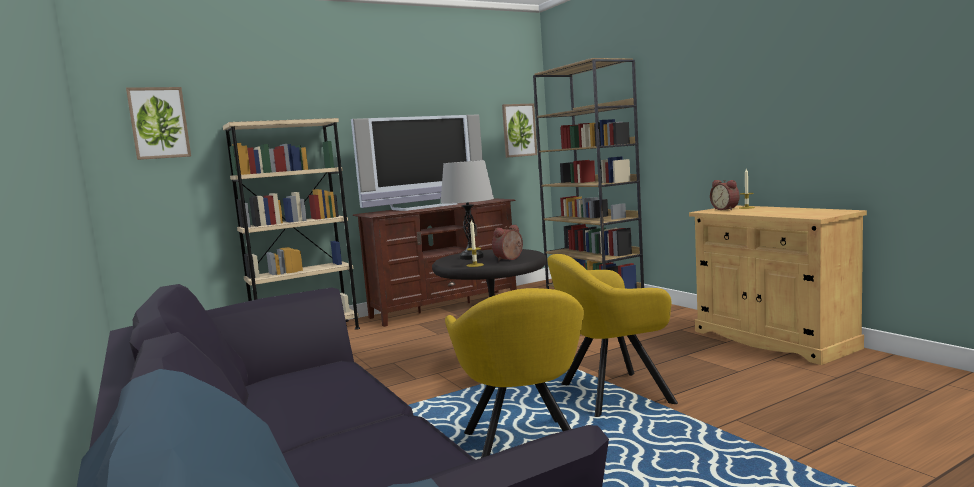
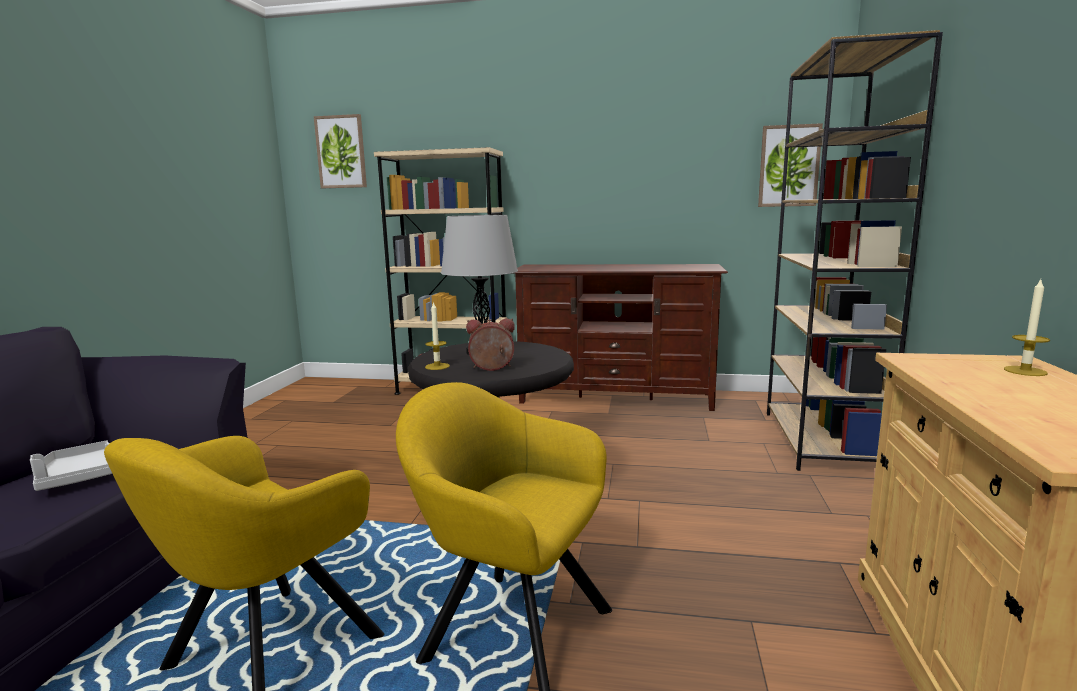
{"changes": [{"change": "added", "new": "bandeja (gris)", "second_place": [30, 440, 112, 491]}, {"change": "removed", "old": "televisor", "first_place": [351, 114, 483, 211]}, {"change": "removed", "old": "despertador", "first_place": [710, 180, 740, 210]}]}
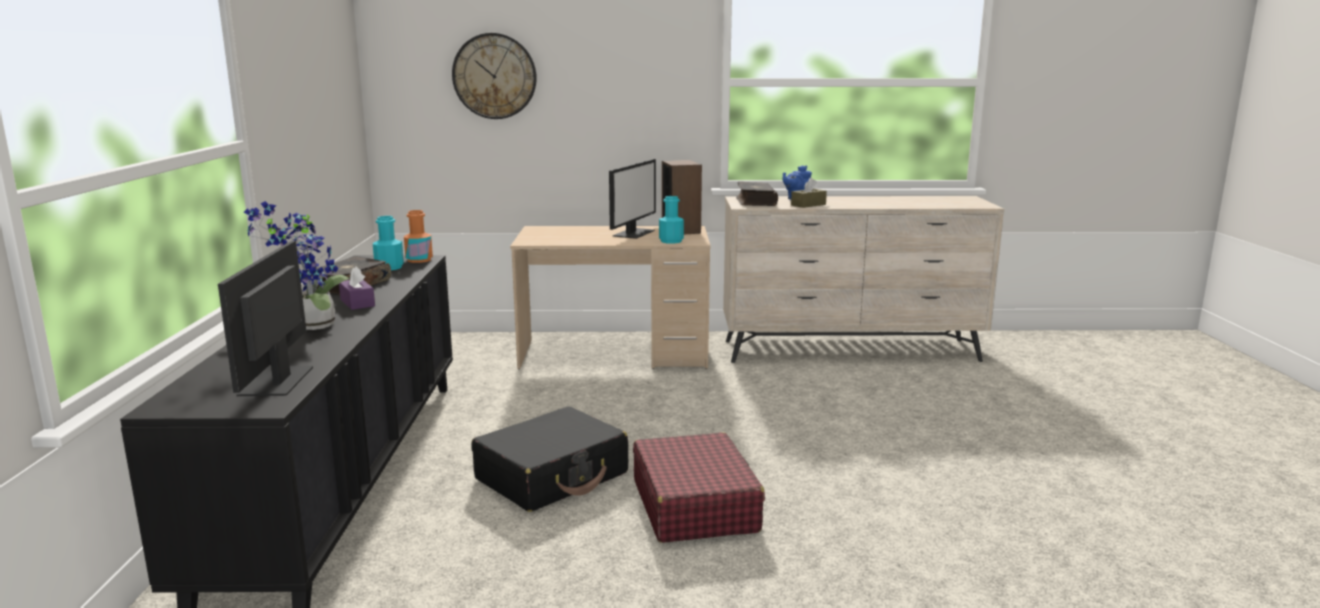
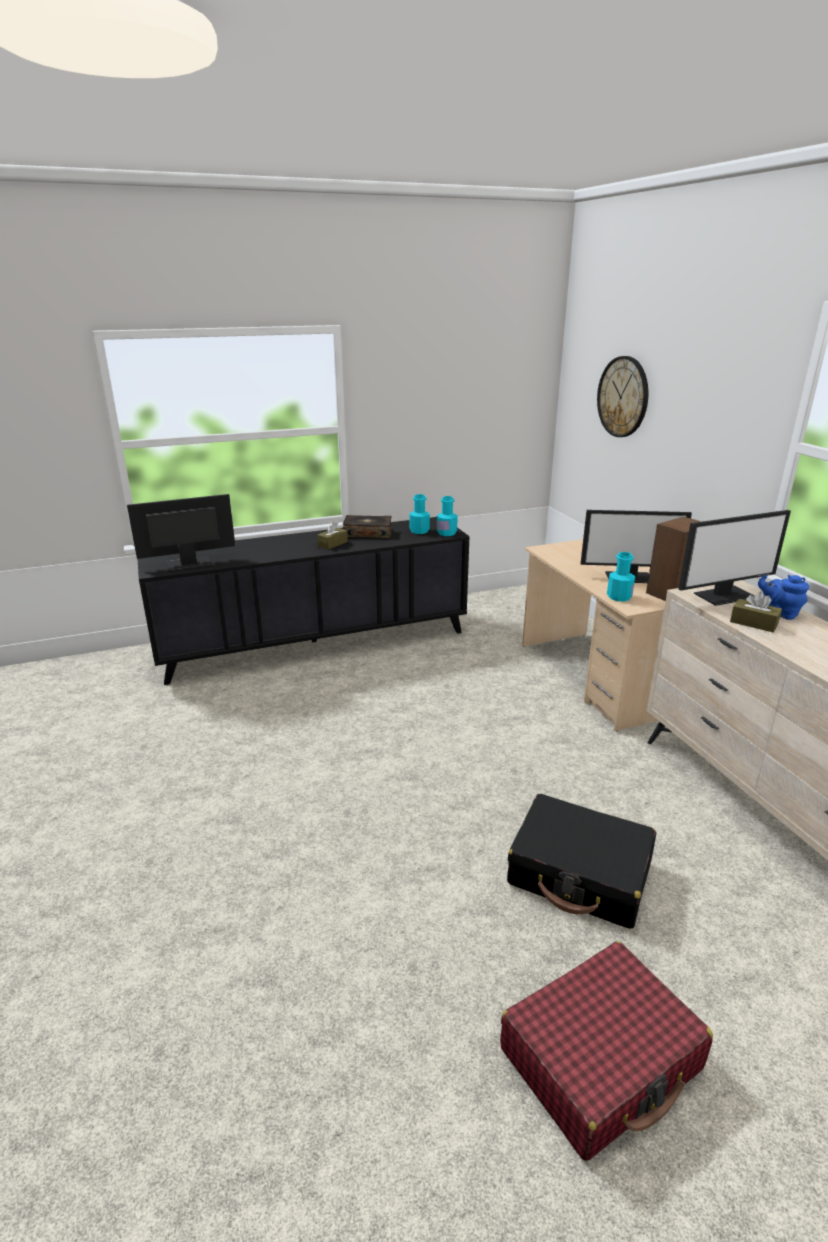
{"changes": [{"change": "recoloured", "old": "caja de pañuelos (morado)", "new": "caja de pañuelos (marrón)", "first_place": [339, 267, 375, 310], "second_place": [317, 521, 348, 550]}, {"change": "recoloured", "old": "botella (naranja)", "new": "botella (turquesa)", "first_place": [404, 210, 433, 263], "second_place": [437, 496, 458, 536]}, {"change": "moved", "old": "maleta (rojo)", "first_place": [633, 432, 765, 543], "second_place": [500, 941, 713, 1161]}, {"change": "moved", "old": "maleta (negro)", "first_place": [472, 407, 628, 512], "second_place": [507, 794, 656, 929]}, {"change": "replaced", "old": "libro", "new": "monitor", "first_place": [736, 181, 778, 206], "second_place": [679, 510, 791, 606]}, {"change": "removed", "old": "planta en maceta", "first_place": [244, 201, 349, 330]}]}
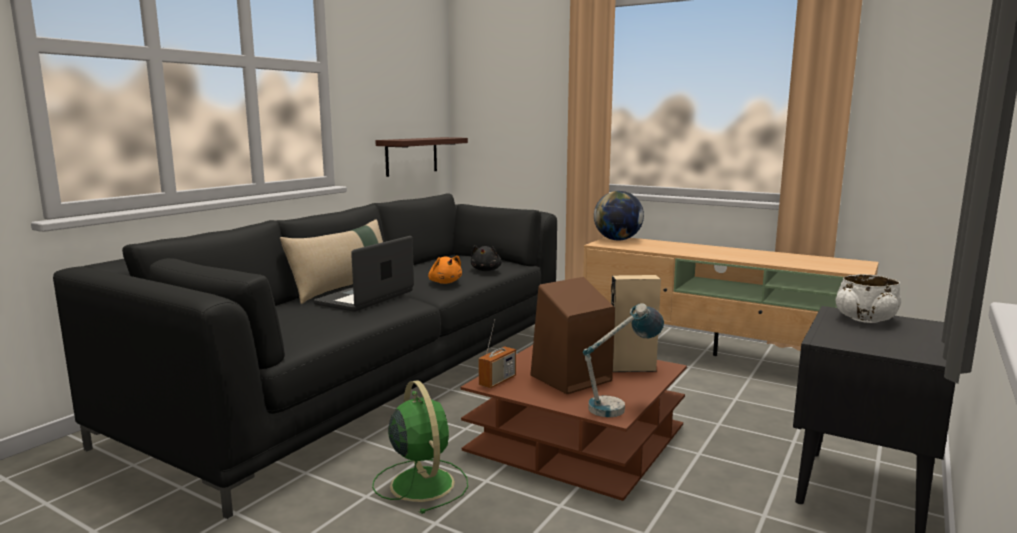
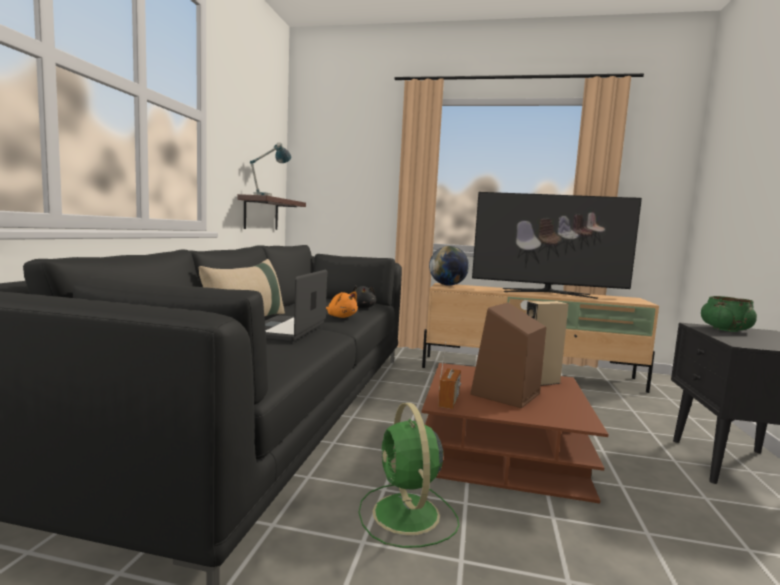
{"changes": [{"change": "moved", "old": "lámpara de mesa", "first_place": [583, 303, 664, 417], "second_place": [250, 142, 291, 196]}, {"change": "turned", "old": "ventilador (verde)", "first_place": [372, 380, 468, 514], "second_place": [359, 403, 459, 548], "degrees": -150}, {"change": "added", "new": "televisor", "second_place": [472, 192, 642, 299]}, {"change": "recoloured", "old": "cuenco (blanco)", "new": "cuenco (verde)", "first_place": [836, 274, 901, 323], "second_place": [701, 296, 757, 332]}]}
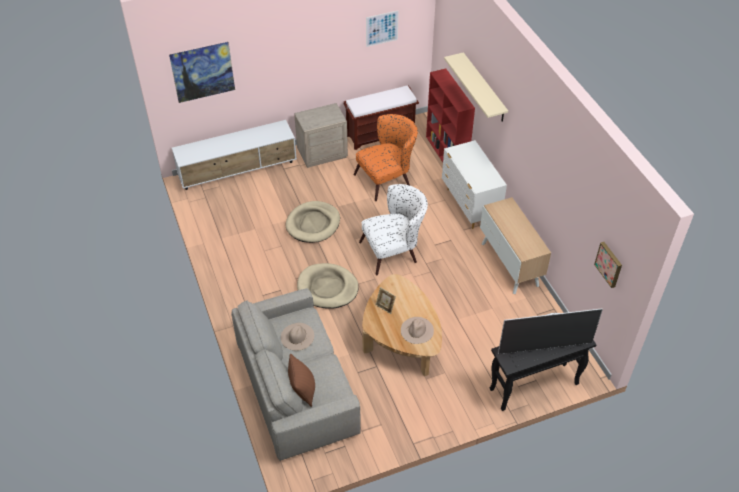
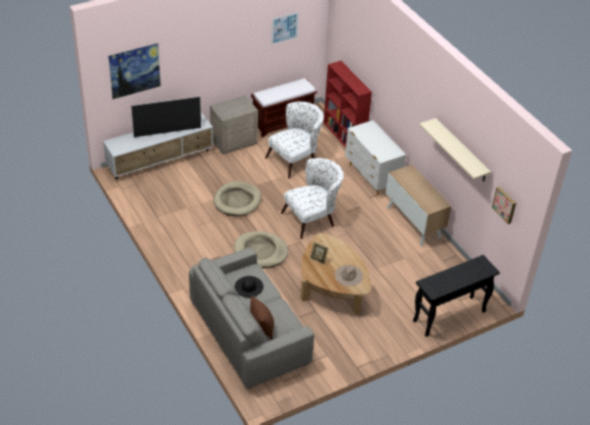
{"changes": [{"change": "moved", "old": "televisor", "first_place": [498, 308, 603, 354], "second_place": [131, 96, 201, 137]}, {"change": "recoloured", "old": "sombrero (beis)", "new": "sombrero (negro)", "first_place": [281, 323, 314, 351], "second_place": [235, 276, 264, 298]}, {"change": "recoloured", "old": "sillón (naranja)", "new": "sillón (blanco)", "first_place": [354, 114, 418, 201], "second_place": [265, 102, 324, 179]}, {"change": "moved", "old": "estante (beis)", "first_place": [444, 52, 508, 122], "second_place": [419, 118, 491, 182]}]}
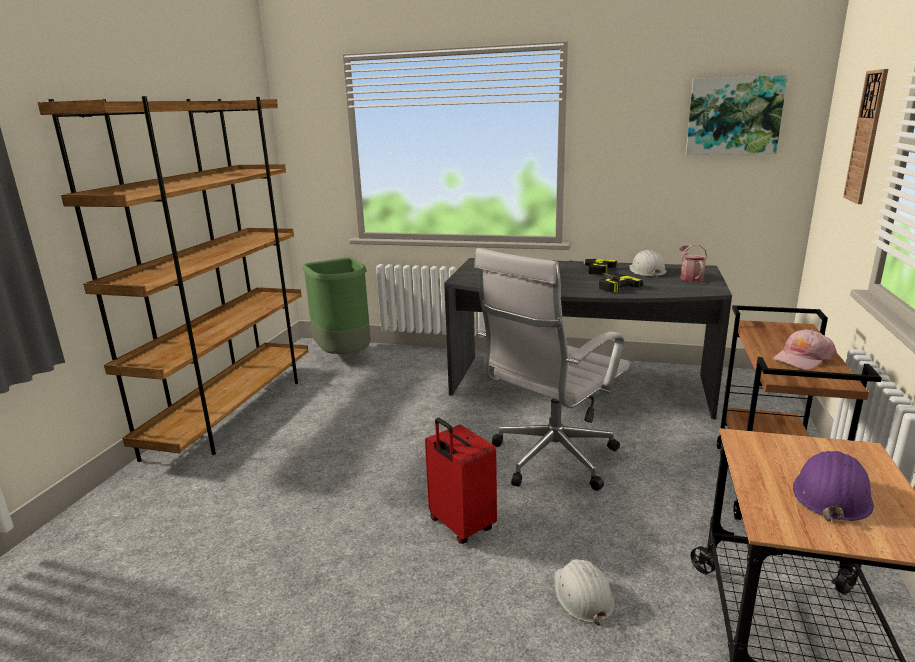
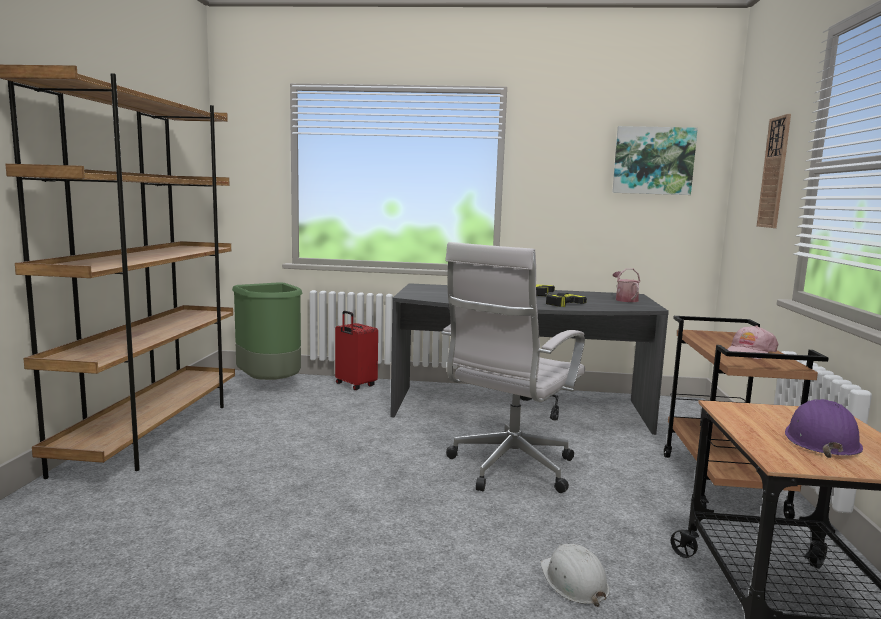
{"changes": [{"change": "moved", "old": "maleta (rojo)", "first_place": [425, 418, 497, 544], "second_place": [335, 311, 378, 390]}, {"change": "removed", "old": "casco (blanco)", "first_place": [629, 250, 667, 278]}]}
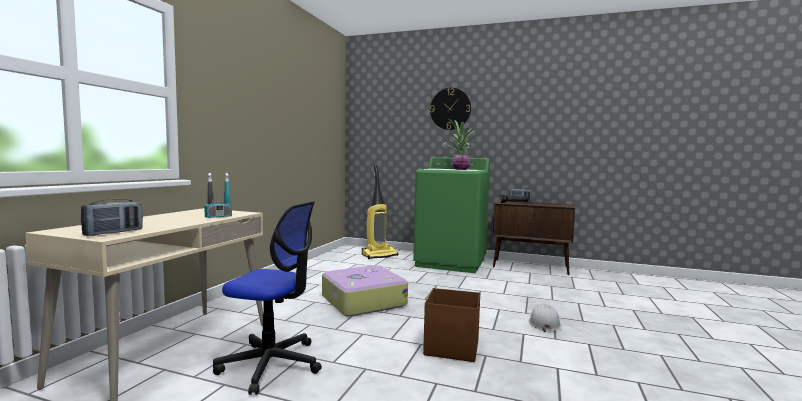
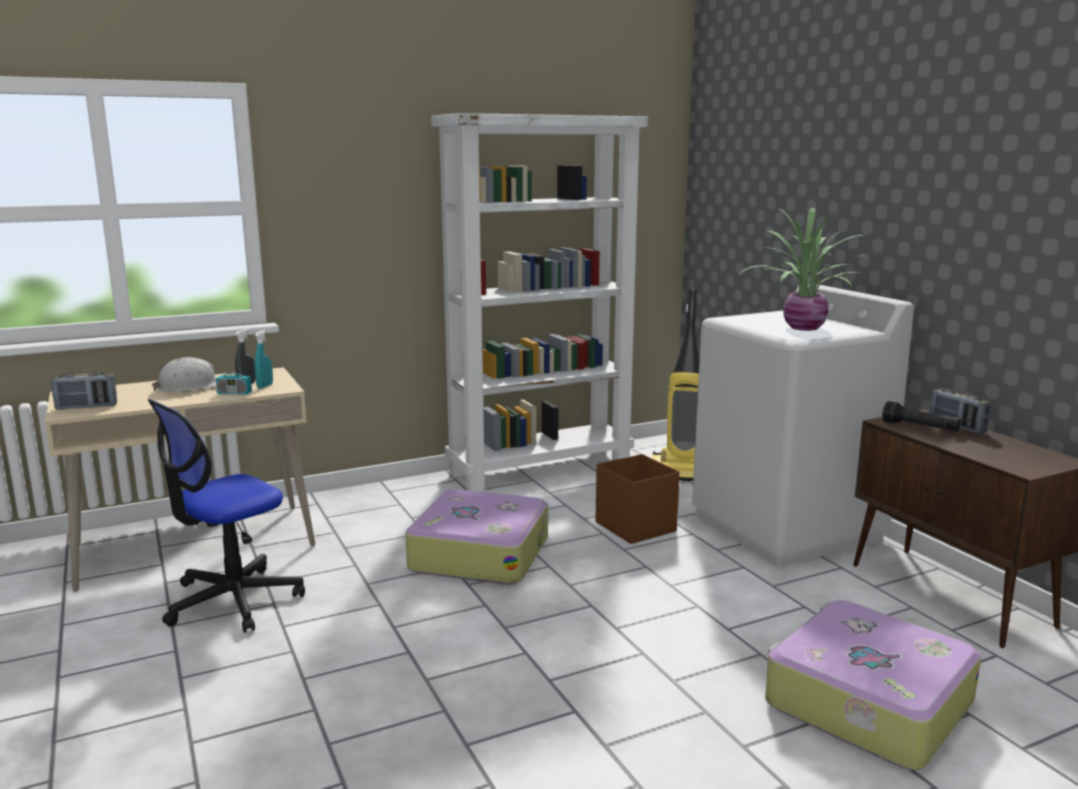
{"changes": [{"change": "turned", "old": "silla de oficina", "first_place": [213, 201, 322, 395], "second_place": [147, 399, 305, 633], "degrees": 75}, {"change": "moved", "old": "casco (blanco)", "first_place": [529, 304, 561, 332], "second_place": [151, 357, 216, 392]}, {"change": "added", "new": "estantería (blanco)", "second_place": [431, 113, 648, 492]}, {"change": "moved", "old": "caja de almacenaje (marrón)", "first_place": [423, 288, 480, 362], "second_place": [595, 454, 680, 544]}, {"change": "recoloured", "old": "lavadora (verde)", "new": "lavadora (blanco)", "first_place": [413, 157, 490, 273], "second_place": [692, 283, 914, 567]}, {"change": "added", "new": "maleta", "second_place": [765, 600, 981, 770]}, {"change": "removed", "old": "reloj de pared", "first_place": [430, 88, 471, 130]}]}
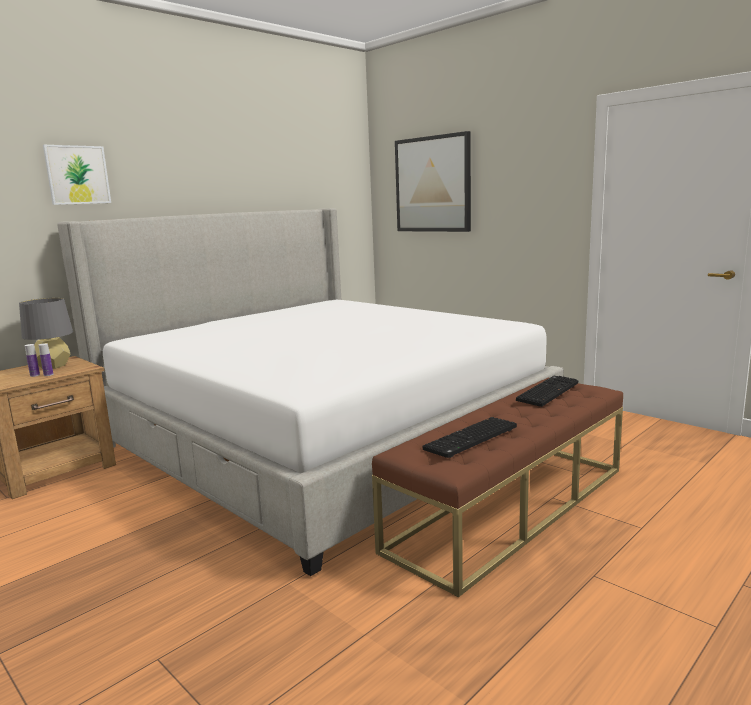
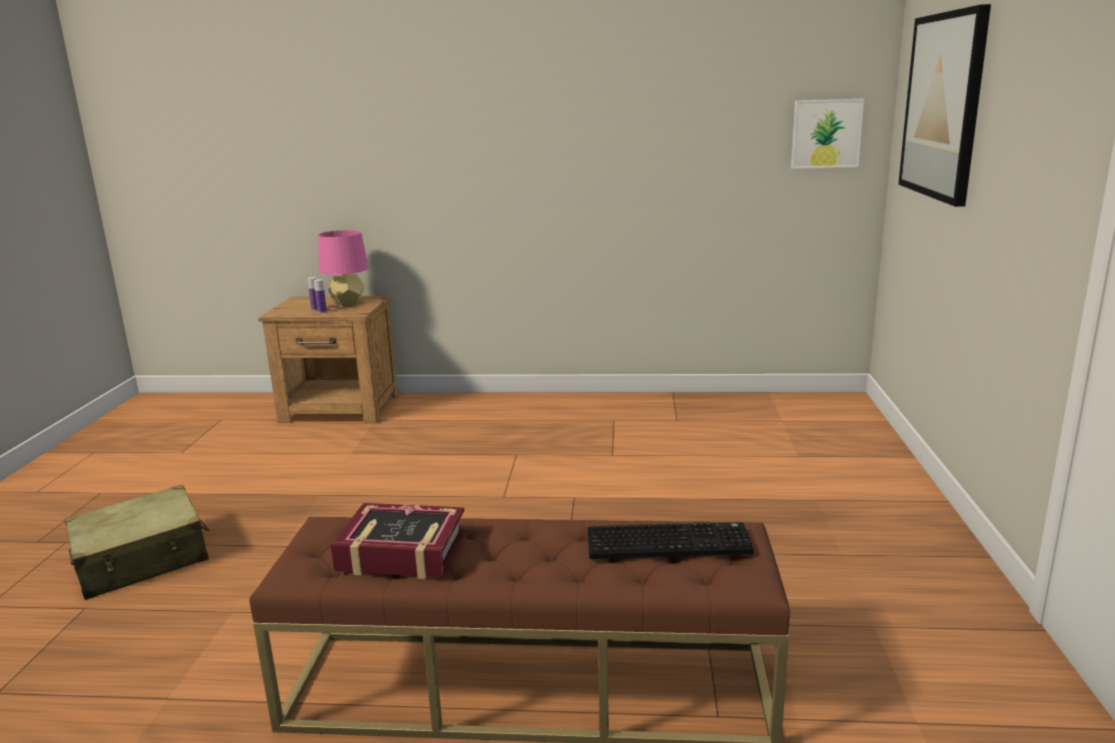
{"changes": [{"change": "added", "new": "maleta (beis)", "second_place": [65, 485, 210, 600]}, {"change": "recoloured", "old": "lámpara de mesa (gris)", "new": "lámpara de mesa (rosa)", "first_place": [19, 298, 73, 369], "second_place": [318, 230, 369, 306]}, {"change": "replaced", "old": "teclado", "new": "libro", "first_place": [422, 417, 517, 458], "second_place": [331, 503, 466, 579]}, {"change": "moved", "old": "cuadro", "first_place": [43, 145, 111, 205], "second_place": [791, 99, 864, 169]}, {"change": "removed", "old": "cama", "first_place": [57, 208, 564, 576]}]}
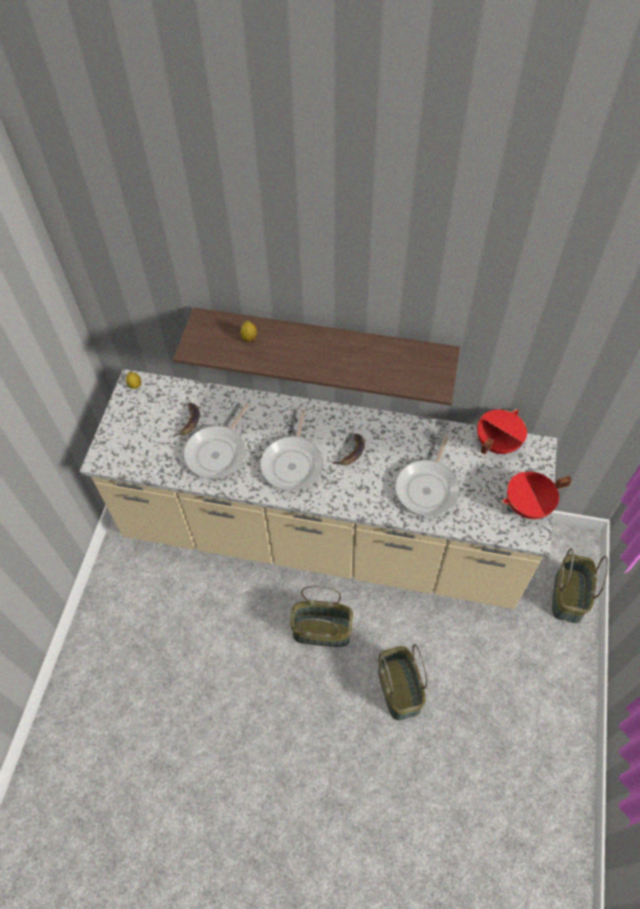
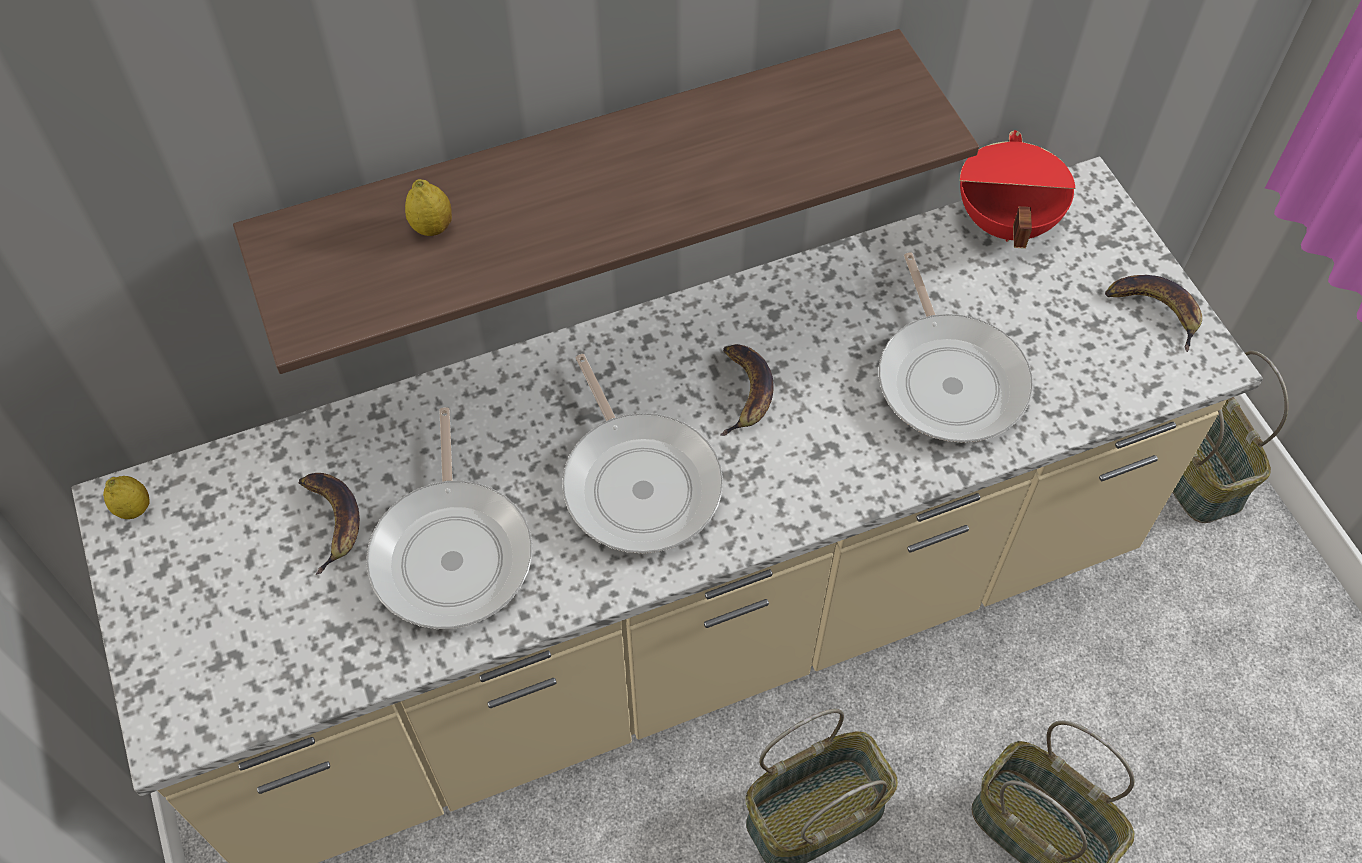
{"changes": [{"change": "replaced", "old": "olla (rojo)", "new": "plátano", "first_place": [502, 472, 572, 519], "second_place": [1105, 275, 1202, 352]}]}
